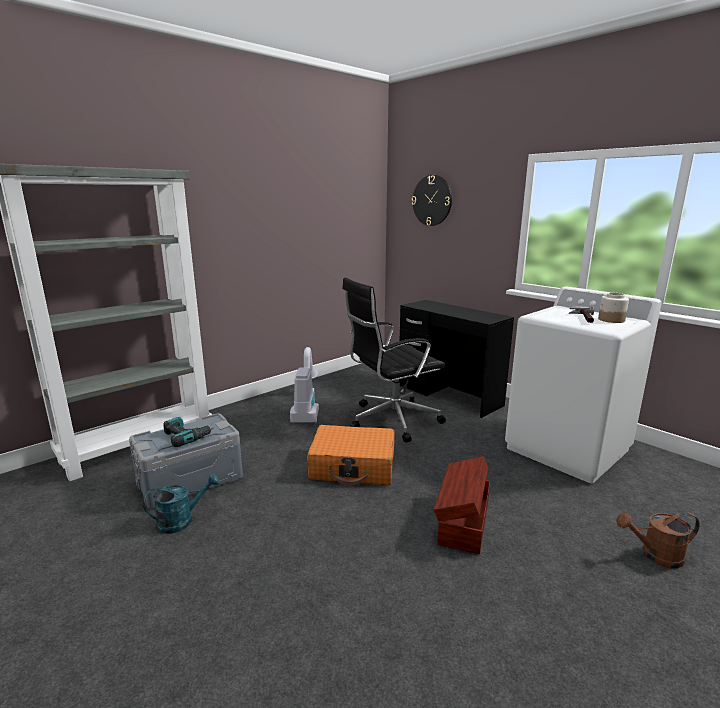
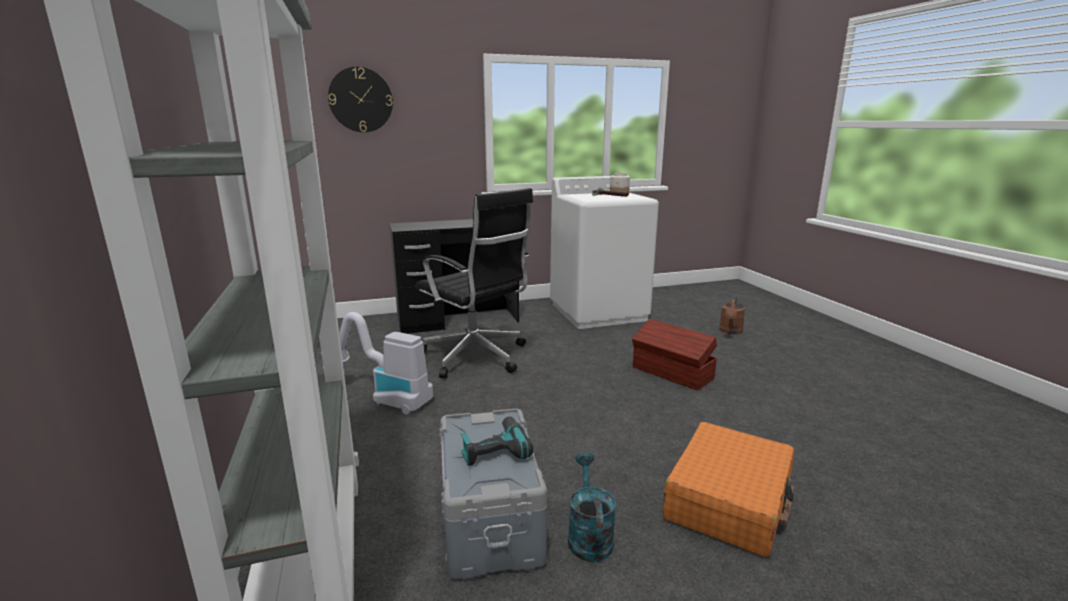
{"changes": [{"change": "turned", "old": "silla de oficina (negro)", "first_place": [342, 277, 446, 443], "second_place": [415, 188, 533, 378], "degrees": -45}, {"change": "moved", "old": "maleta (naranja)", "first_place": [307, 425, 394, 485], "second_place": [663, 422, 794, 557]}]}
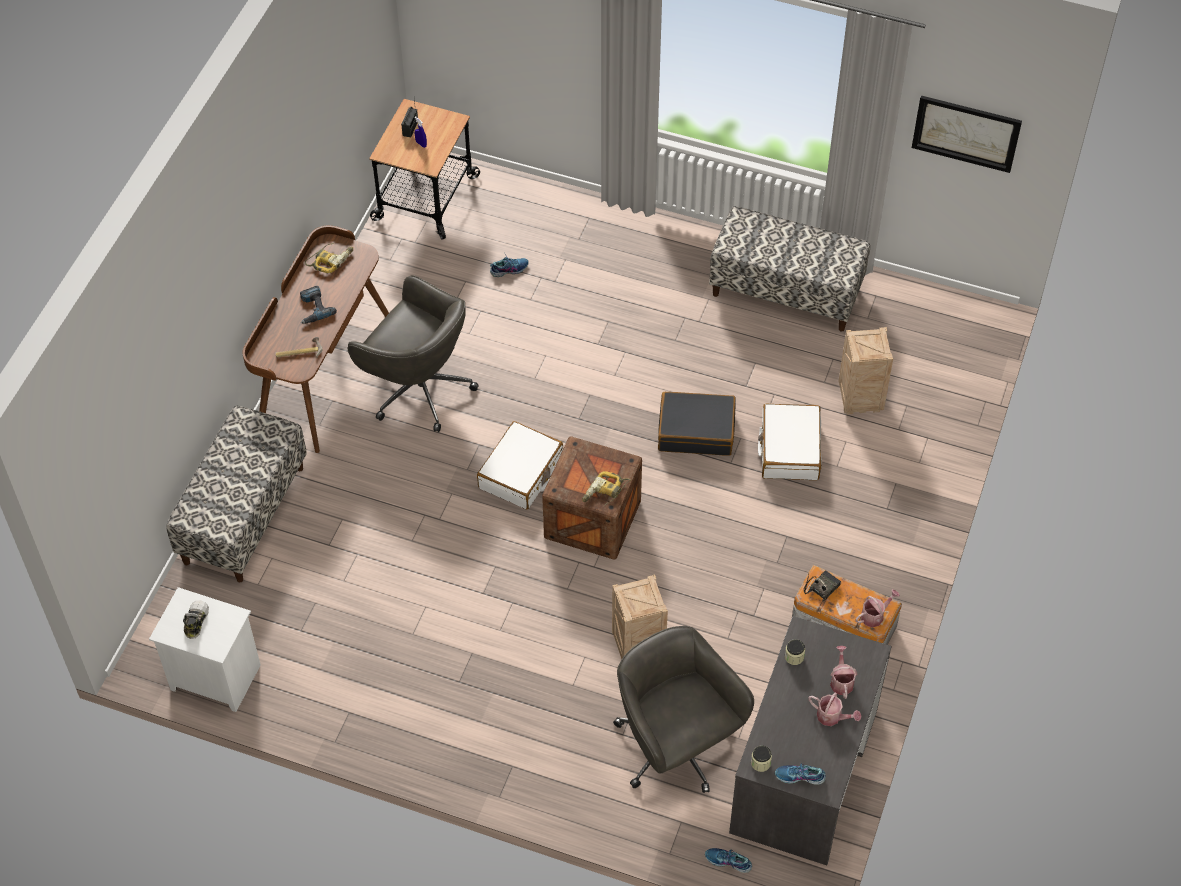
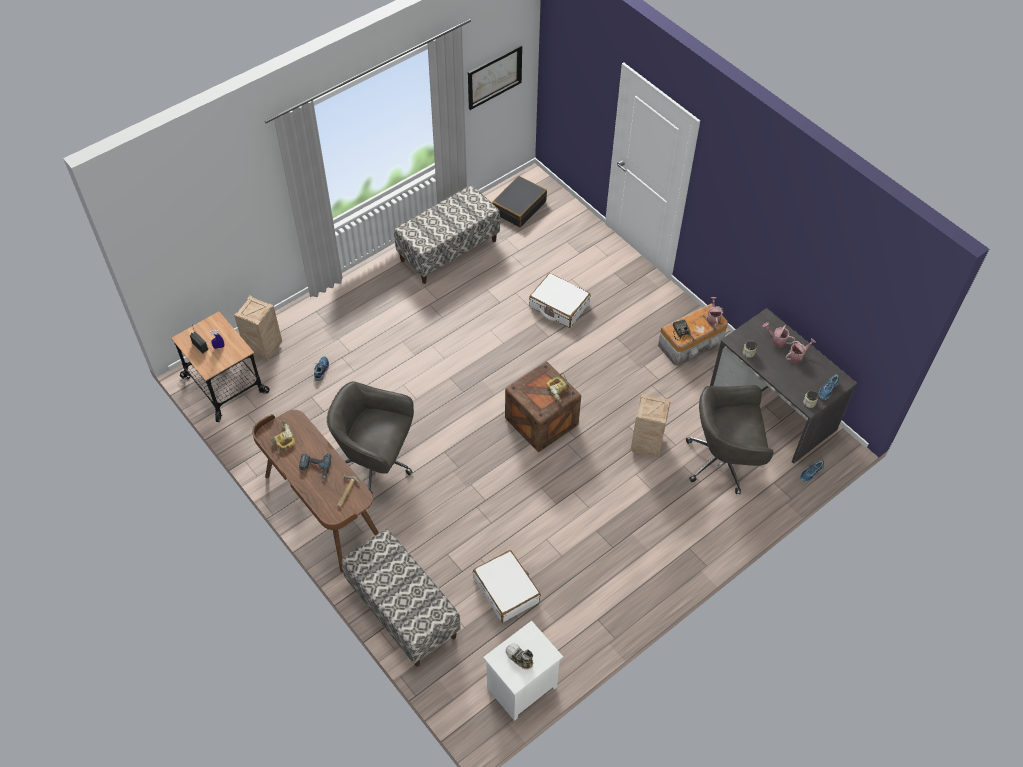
{"changes": [{"change": "moved", "old": "caja de embalaje", "first_place": [838, 327, 893, 414], "second_place": [234, 295, 282, 361]}, {"change": "turned", "old": "silla de oficina (gris)", "first_place": [348, 275, 479, 432], "second_place": [327, 381, 414, 494], "degrees": -135}, {"change": "moved", "old": "maleta (blanco)", "first_place": [477, 421, 563, 509], "second_place": [473, 550, 541, 623]}, {"change": "moved", "old": "maleta (negro)", "first_place": [658, 392, 736, 456], "second_place": [492, 176, 547, 228]}]}
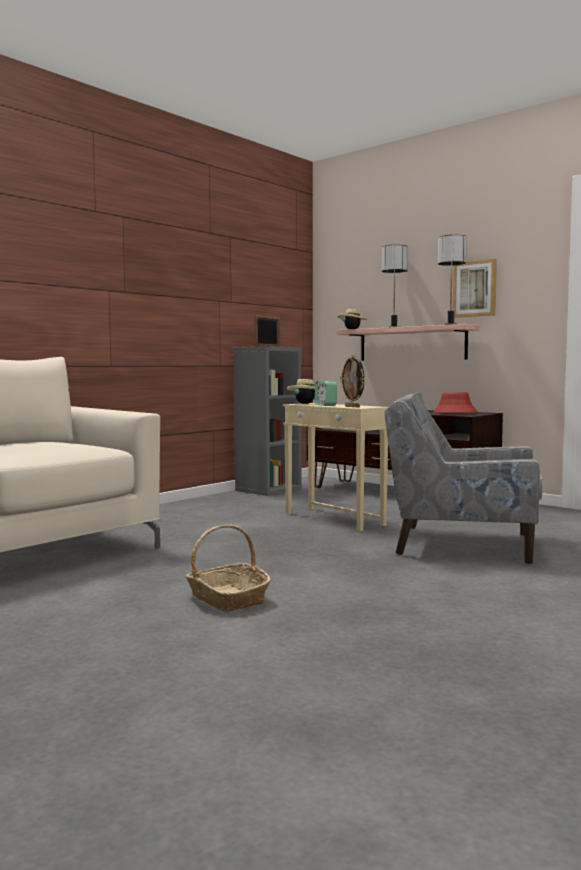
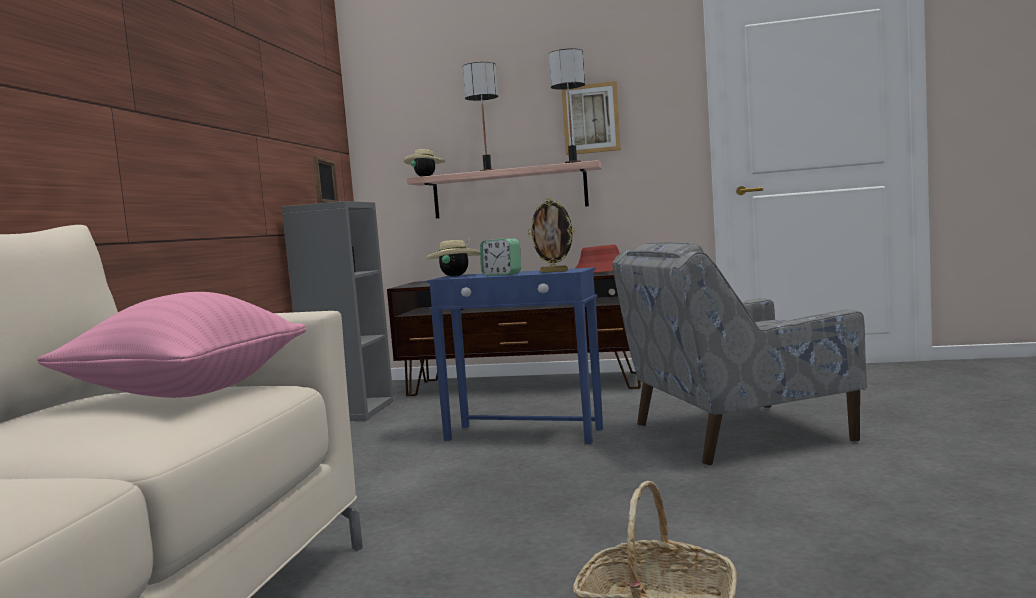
{"changes": [{"change": "added", "new": "cojín (rosa)", "second_place": [37, 292, 306, 398]}, {"change": "recoloured", "old": "mesa auxiliar (beis)", "new": "mesa auxiliar (azul)", "first_place": [283, 403, 388, 531], "second_place": [426, 267, 603, 444]}]}
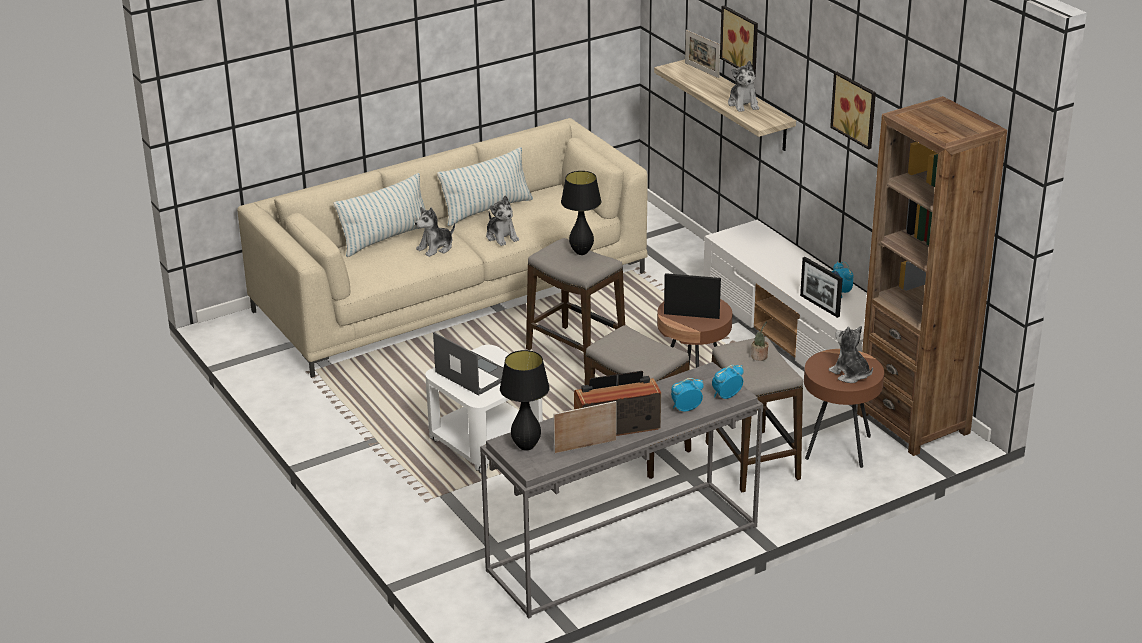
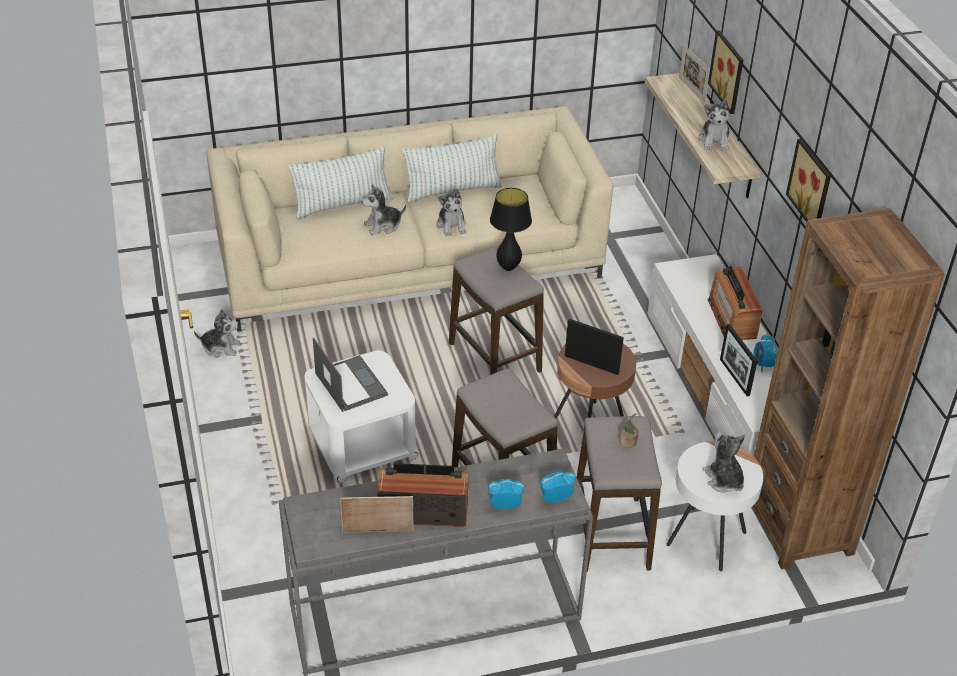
{"changes": [{"change": "added", "new": "peluche", "second_place": [194, 309, 240, 358]}, {"change": "recoloured", "old": "mesa auxiliar (marrón)", "new": "mesa auxiliar (blanco)", "first_place": [804, 349, 884, 468], "second_place": [666, 441, 763, 571]}, {"change": "added", "new": "radio", "second_place": [707, 266, 763, 340]}, {"change": "removed", "old": "lámpara de mesa (negro)", "first_place": [500, 350, 550, 451]}]}
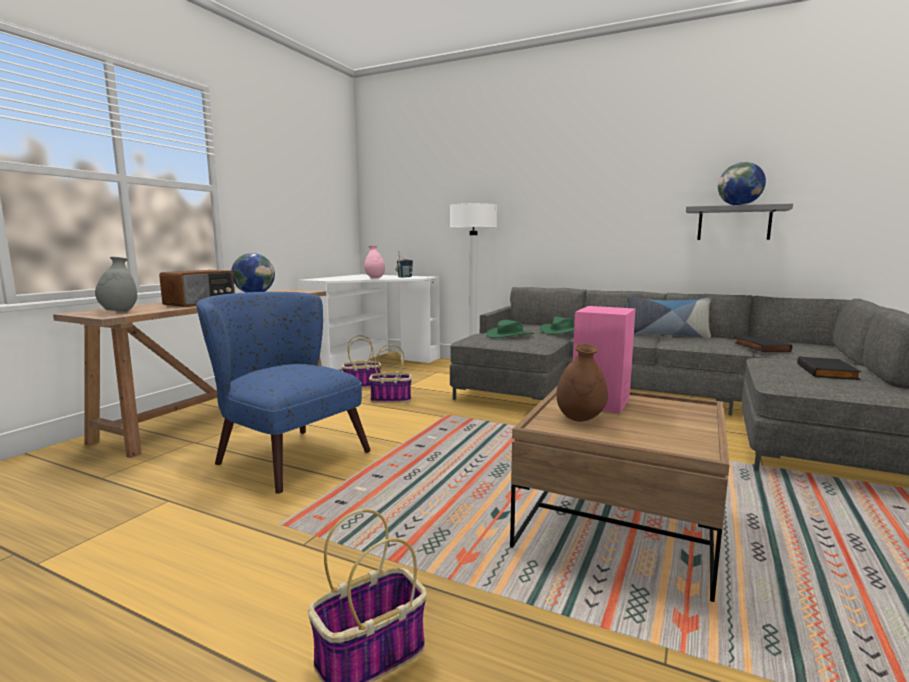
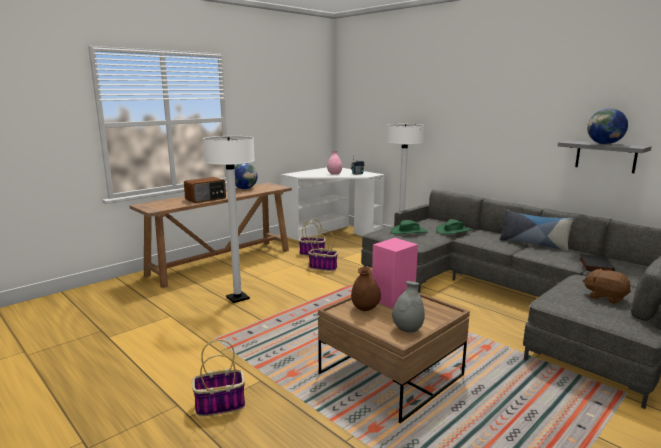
{"changes": [{"change": "replaced", "old": "sillón (azul)", "new": "lámpara de pie (blanco)", "first_place": [196, 292, 371, 494], "second_place": [203, 136, 255, 303]}, {"change": "moved", "old": "florero (gris)", "first_place": [95, 257, 137, 312], "second_place": [392, 281, 425, 333]}, {"change": "replaced", "old": "libro (negro)", "new": "peluche (marrón)", "first_place": [797, 356, 861, 380], "second_place": [583, 268, 631, 304]}]}
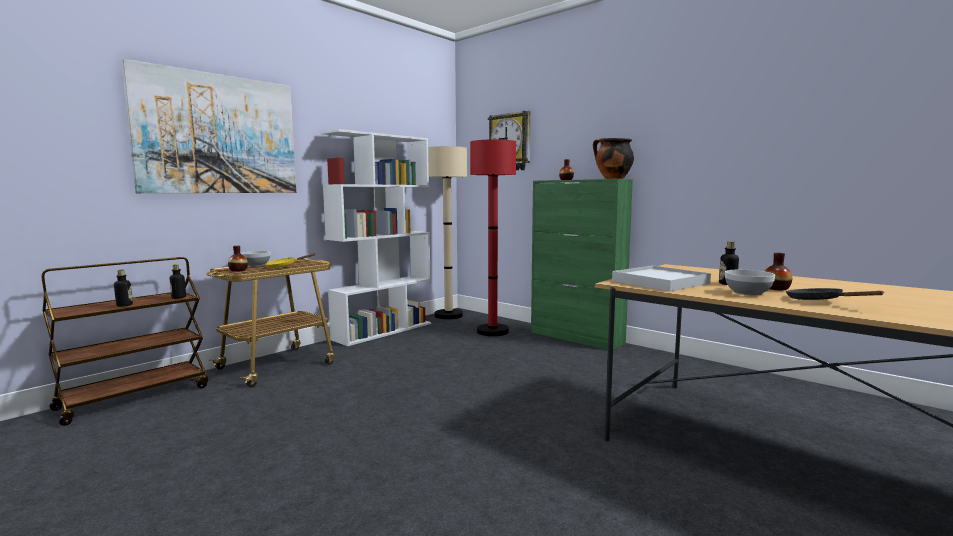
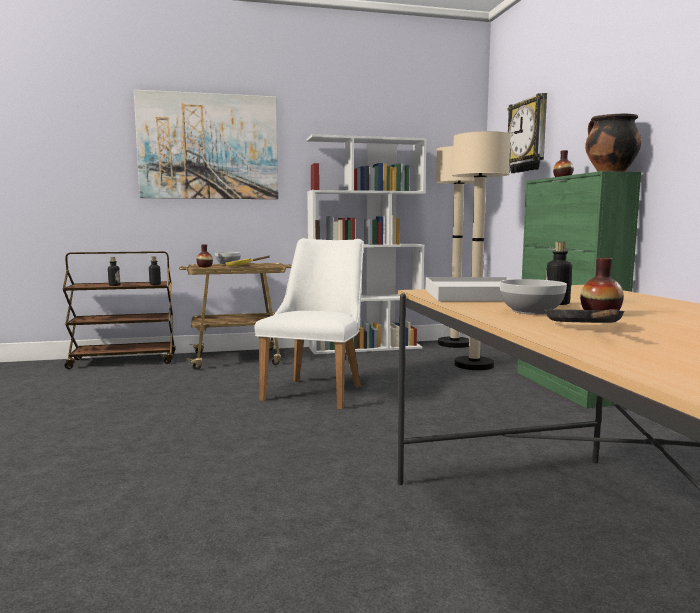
{"changes": [{"change": "added", "new": "silla (blanco)", "second_place": [255, 238, 363, 410]}, {"change": "recoloured", "old": "lámpara de pie (rojo)", "new": "lámpara de pie (beis)", "first_place": [470, 139, 516, 336], "second_place": [452, 131, 511, 370]}]}
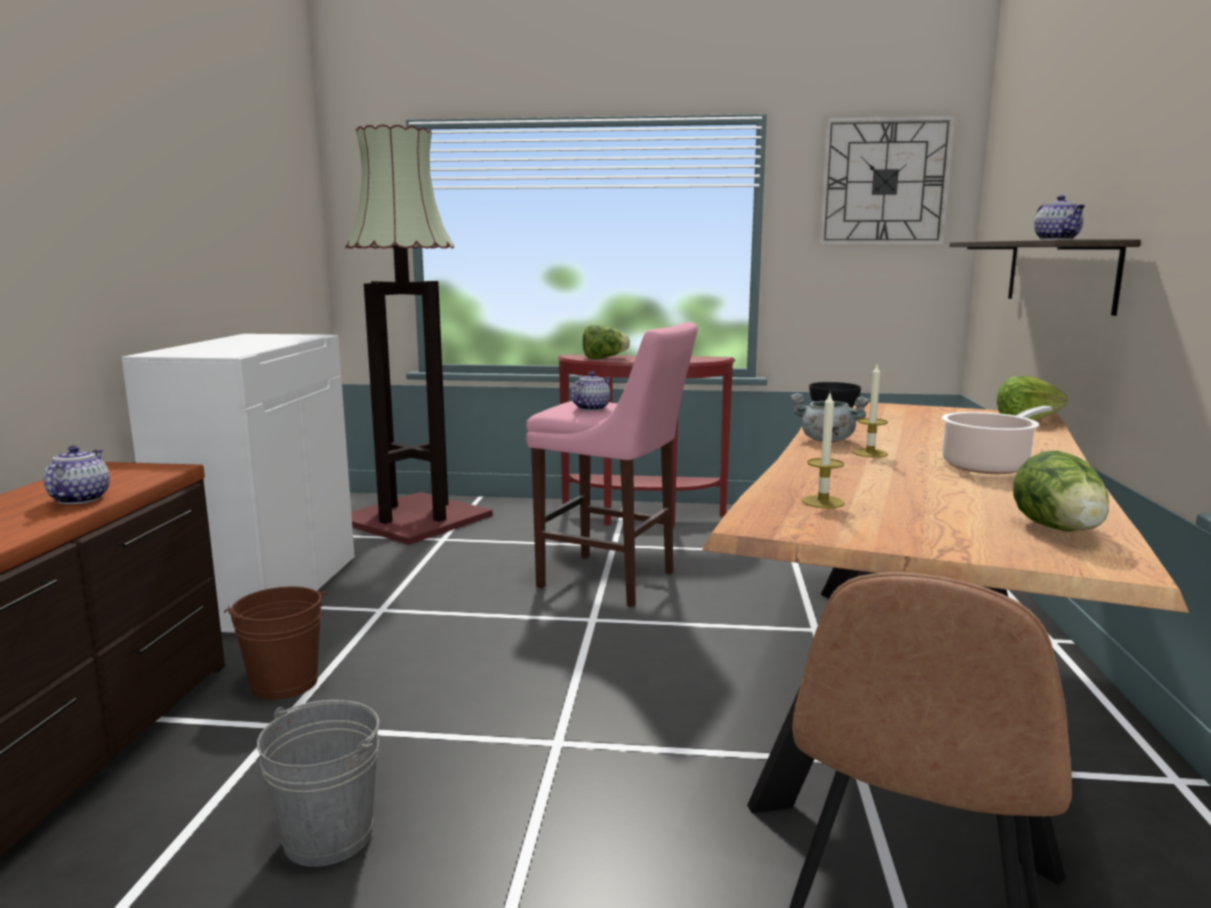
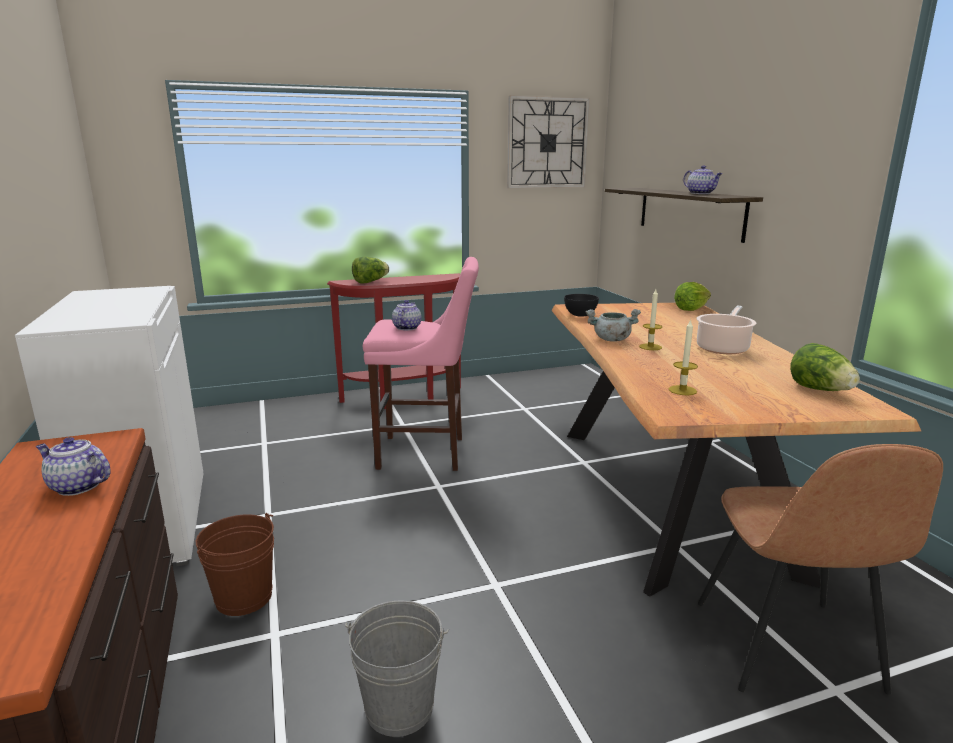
{"changes": [{"change": "turned", "old": "tetera", "first_place": [43, 445, 110, 504], "second_place": [36, 437, 111, 496], "degrees": -45}, {"change": "removed", "old": "lámpara de pie", "first_place": [345, 124, 493, 545]}]}
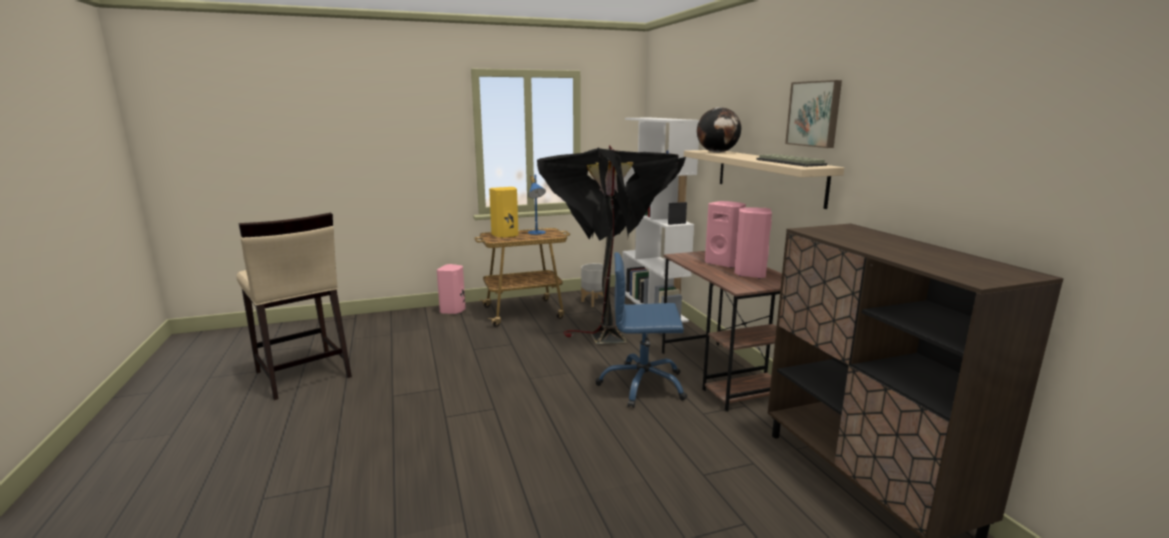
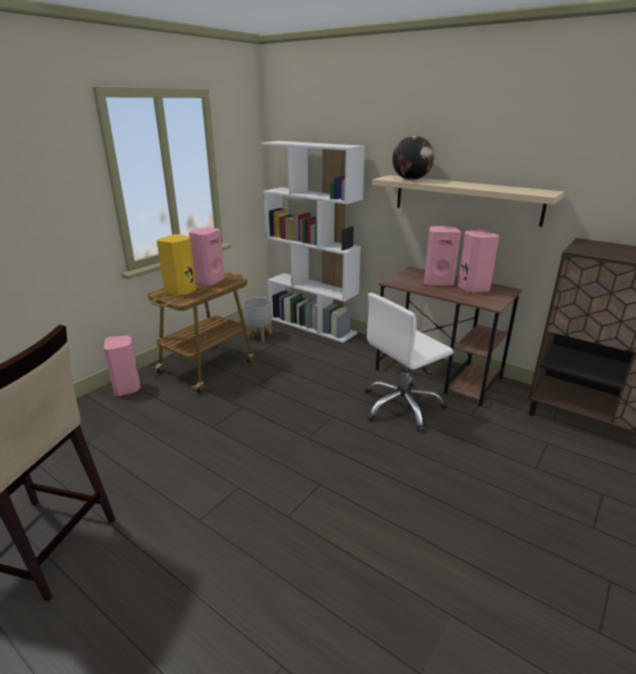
{"changes": [{"change": "replaced", "old": "lámpara de mesa (azul)", "new": "altavoz (rosa)", "first_place": [528, 175, 546, 235], "second_place": [189, 227, 225, 286]}, {"change": "recoloured", "old": "silla de oficina (azul)", "new": "silla de oficina (blanco)", "first_place": [595, 252, 687, 408], "second_place": [365, 293, 453, 432]}, {"change": "removed", "old": "lámpara de pie (negro)", "first_place": [537, 145, 686, 345]}, {"change": "removed", "old": "teclado", "first_place": [756, 154, 827, 167]}, {"change": "removed", "old": "cuadro", "first_place": [785, 80, 842, 148]}]}
